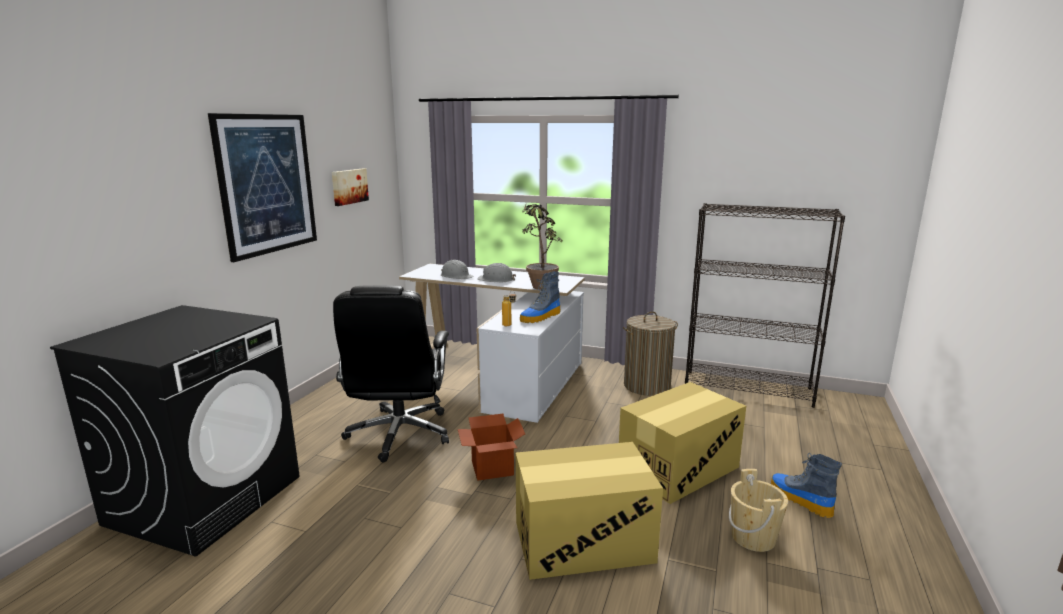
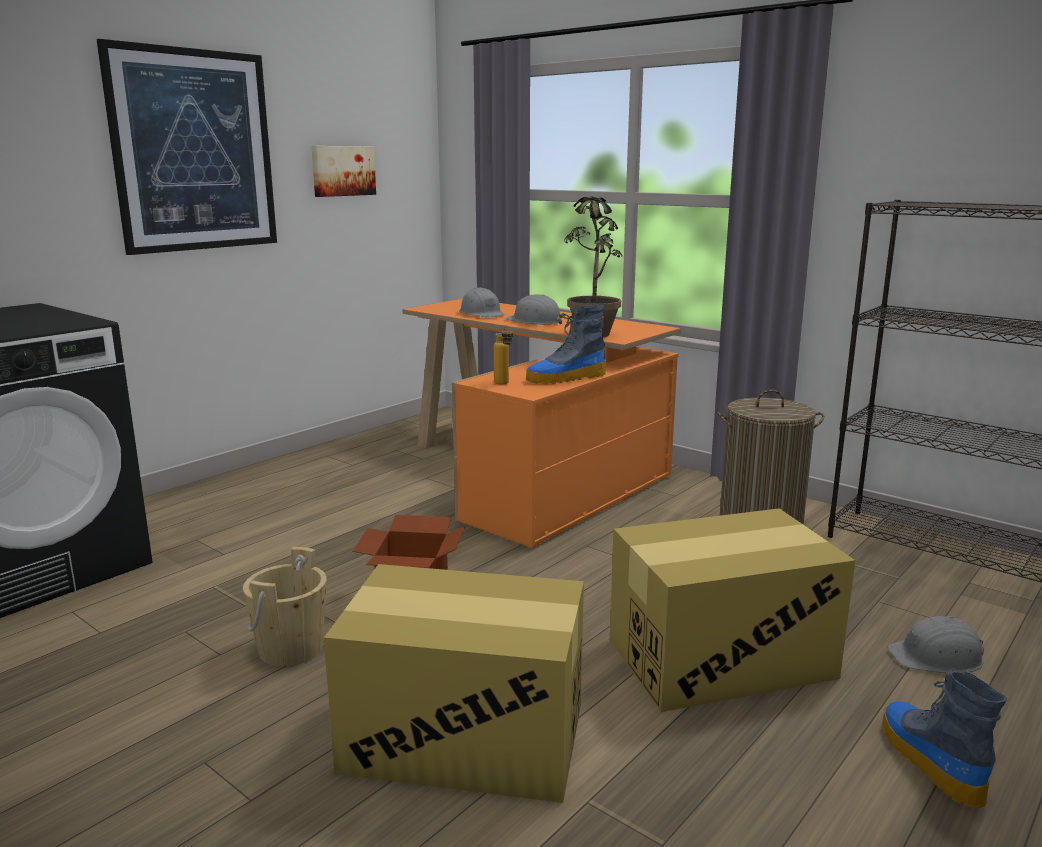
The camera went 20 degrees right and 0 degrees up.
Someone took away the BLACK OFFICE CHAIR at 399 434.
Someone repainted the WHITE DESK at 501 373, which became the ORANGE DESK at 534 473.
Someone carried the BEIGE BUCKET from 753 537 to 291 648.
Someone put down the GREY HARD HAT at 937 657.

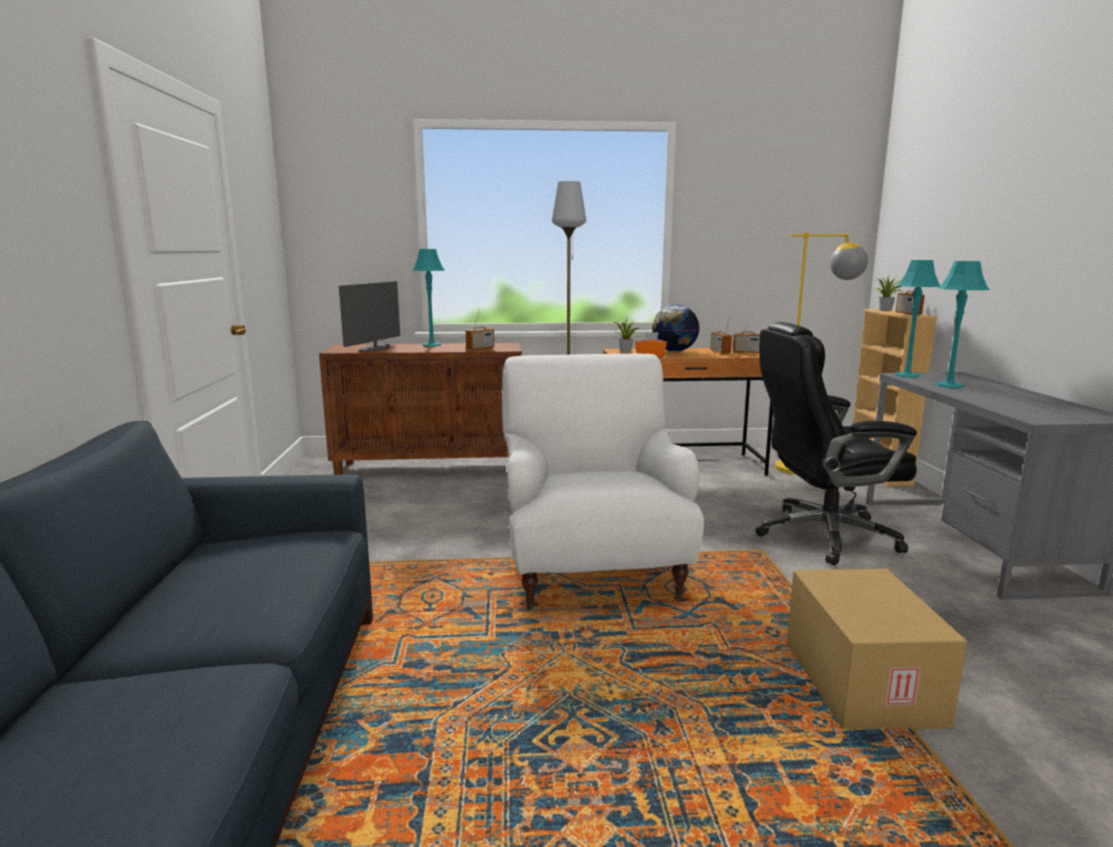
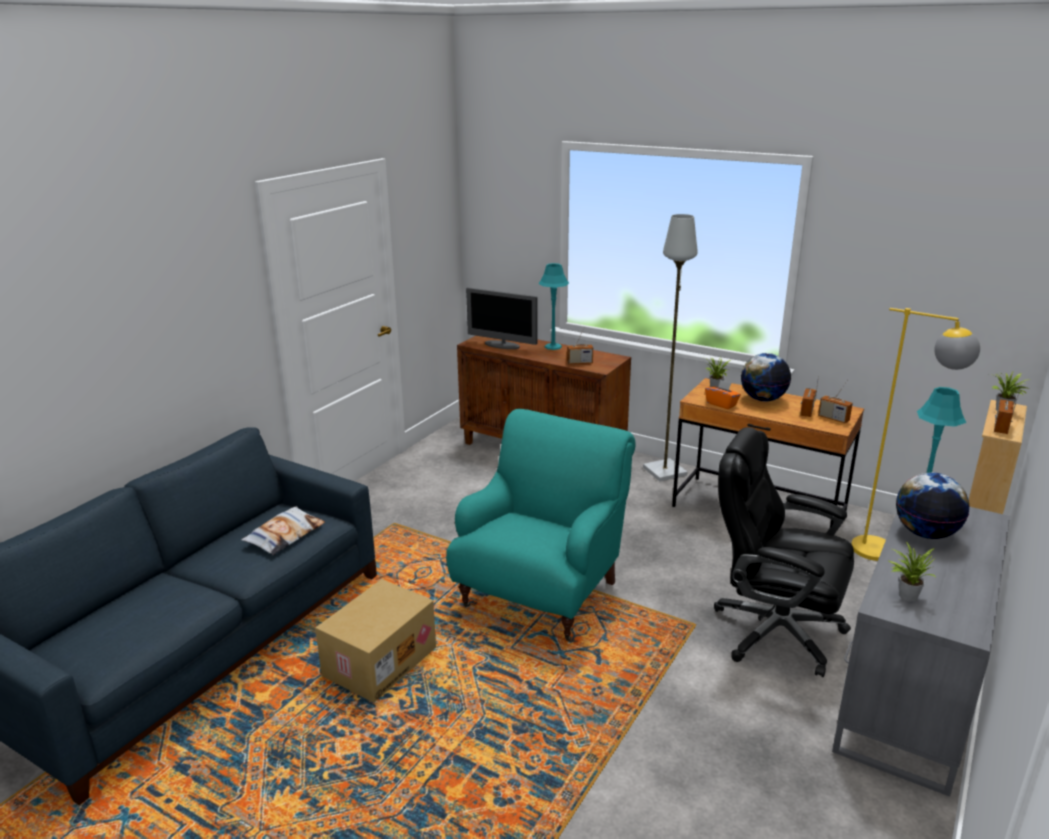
The camera went 35 degrees right and 10 degrees up.
Someone rotated the MONITOR at 374 349 by 120 degrees counterclockwise.
Someone repainted the WHITE ARMCHAIR at 592 572, which became the TURQUOISE ARMCHAIR at 542 593.
Someone carried the CARDBOARD BOX from 858 681 to 379 661.
Someone swapped the TURQUOISE TABLE LAMP at 948 385 for the GLOBE at 925 533.
Someone put down the PILLOW at 285 535.
Someone put down the POTTED PLANT at 906 595.

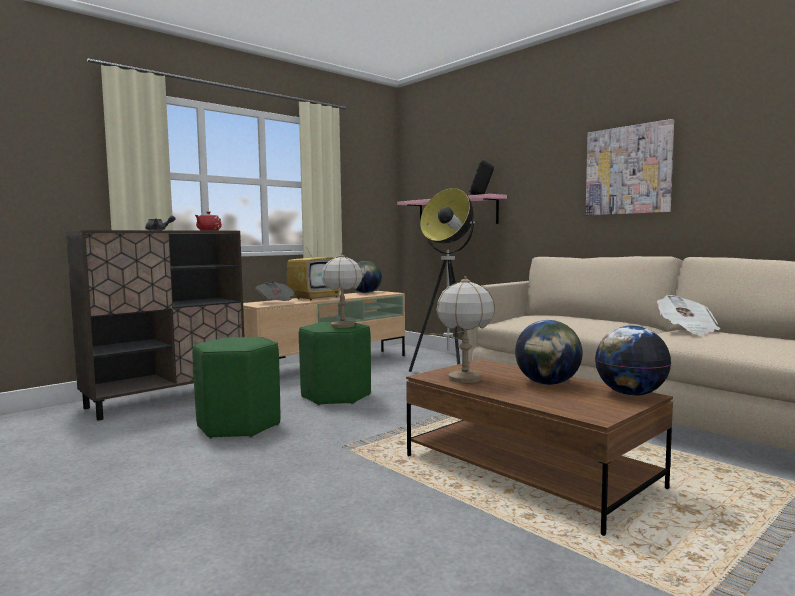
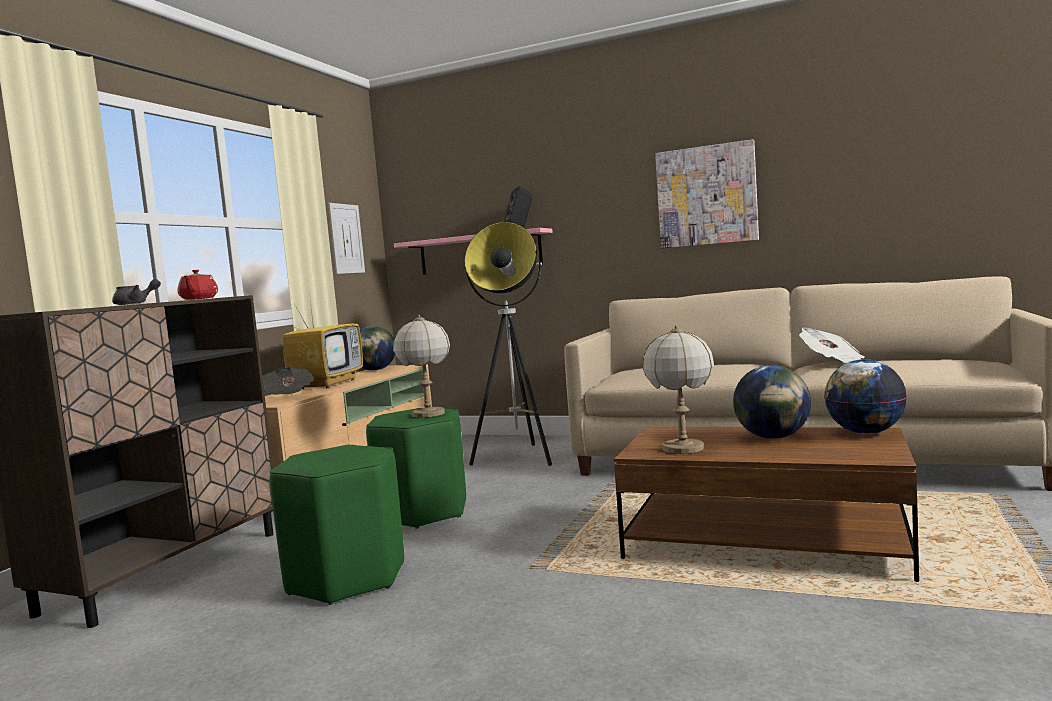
The camera went 25 degrees left and 0 degrees up.
Someone put up the PICTURE at 346 238.

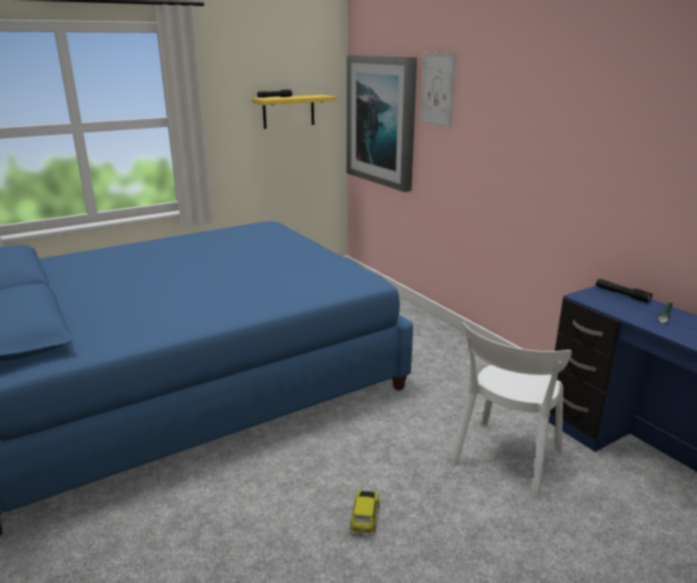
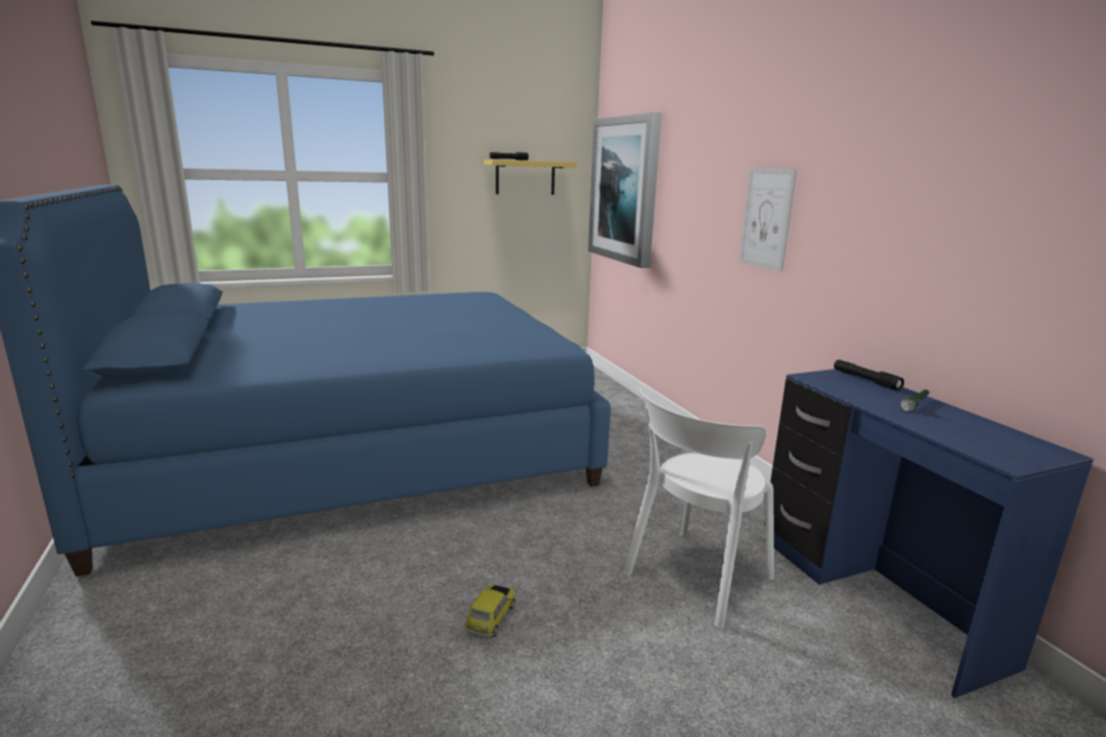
The camera went 10 degrees right and 5 degrees down.
Someone carried the PICTURE from 437 89 to 766 218.

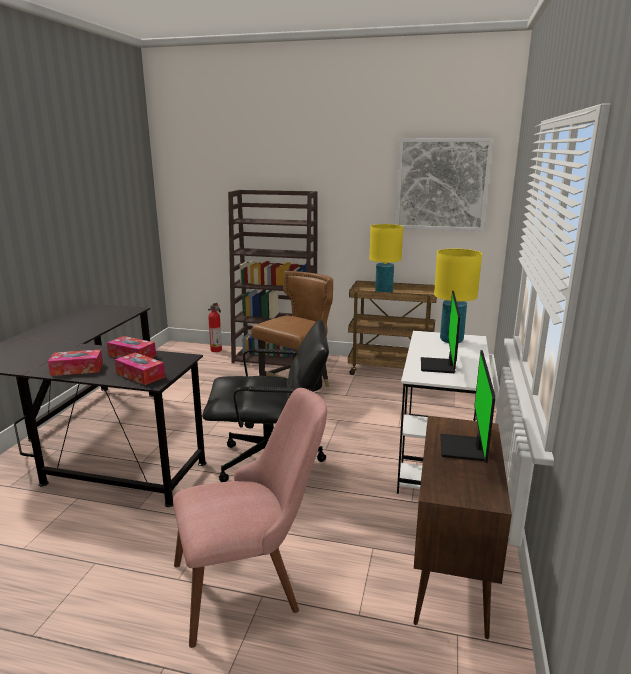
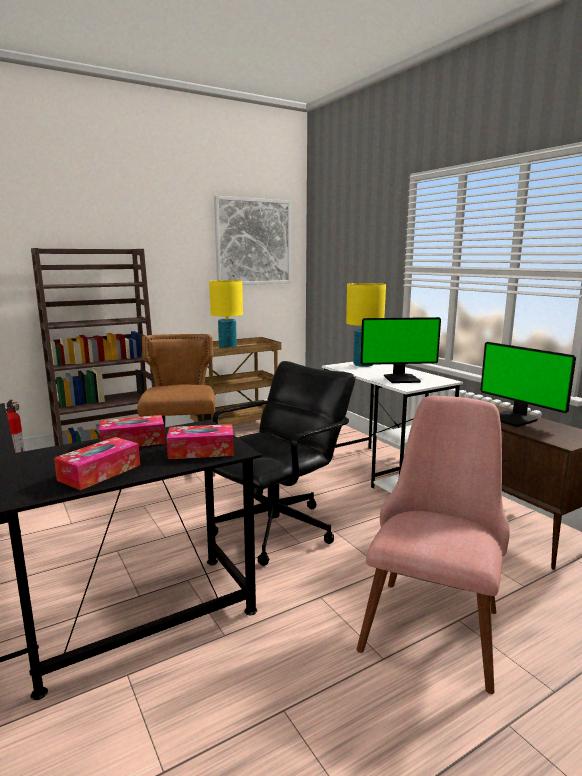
The camera went 45 degrees left and 5 degrees down.
Someone rotated the MONITOR at 439 366 by 60 degrees counterclockwise.

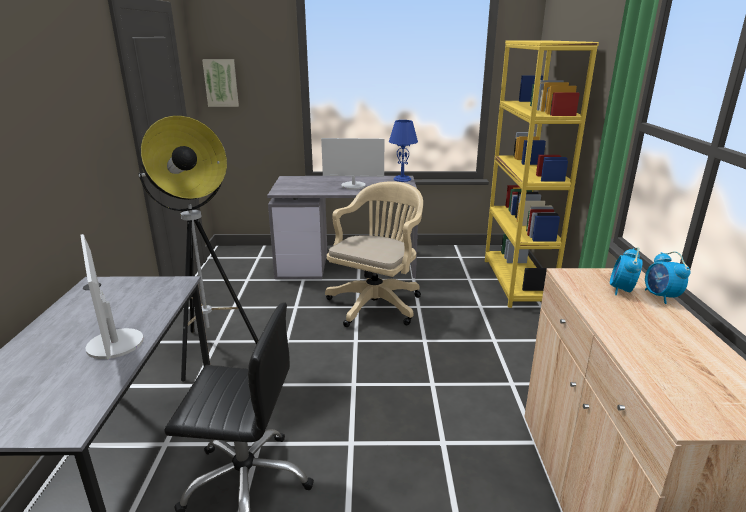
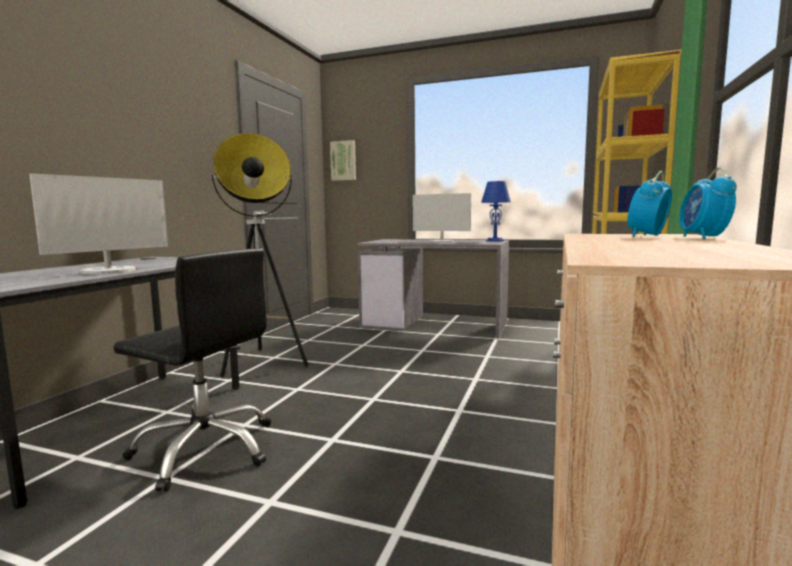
The camera went 20 degrees right and 15 degrees down.
Someone rotated the MONITOR at 114 344 by 135 degrees counterclockwise.
Someone took away the BEIGE OFFICE CHAIR at 377 303.

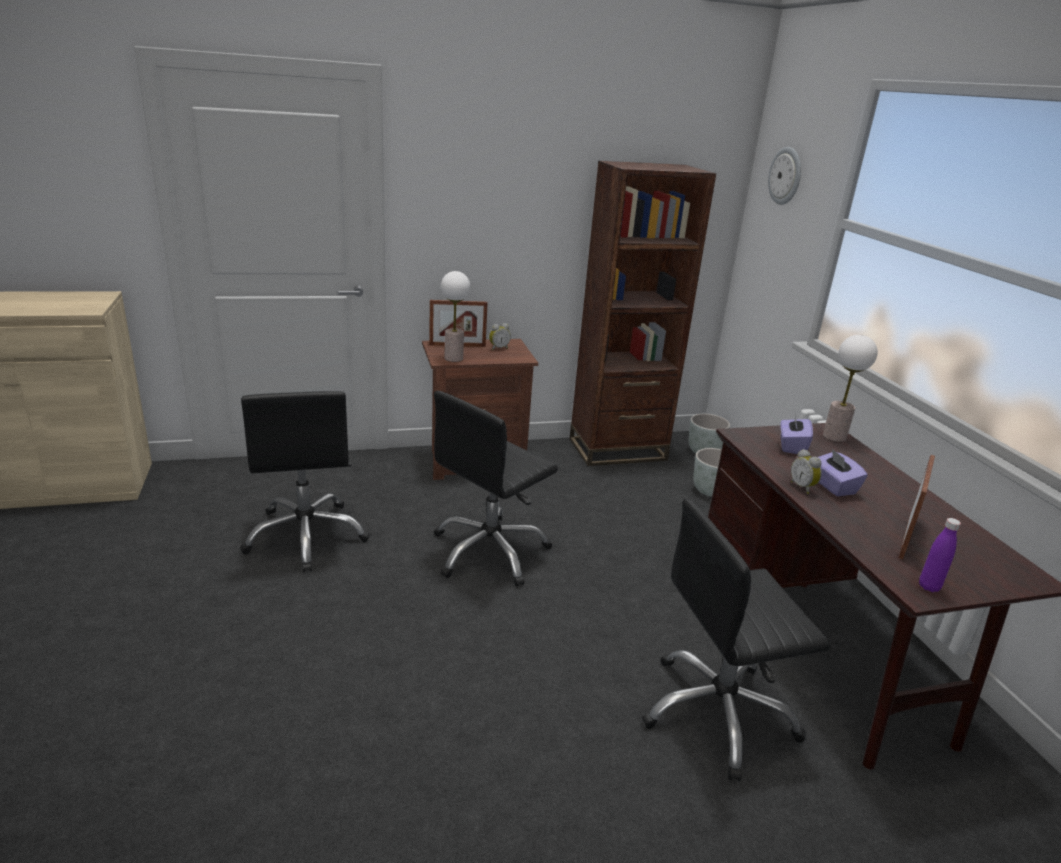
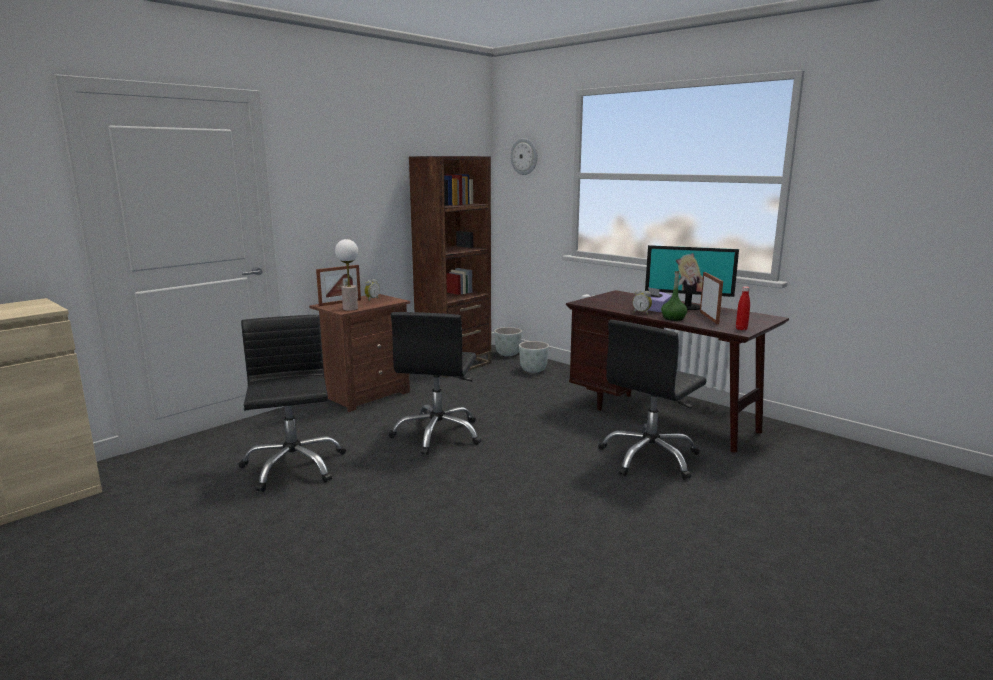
The camera went 30 degrees left and 10 degrees down.
Someone rotated the BLACK OFFICE CHAIR at 307 536 by 150 degrees counterclockwise.
Someone took away the PURPLE TISSUE BOX at 791 446.
Someone took away the TABLE LAMP at 834 437.
Someone repainted the PURPLE BOTTLE at 929 587, which became the RED BOTTLE at 741 329.
Someone put down the MONITOR at 687 307.
Someone put down the GREEN BOTTLE at 673 318.

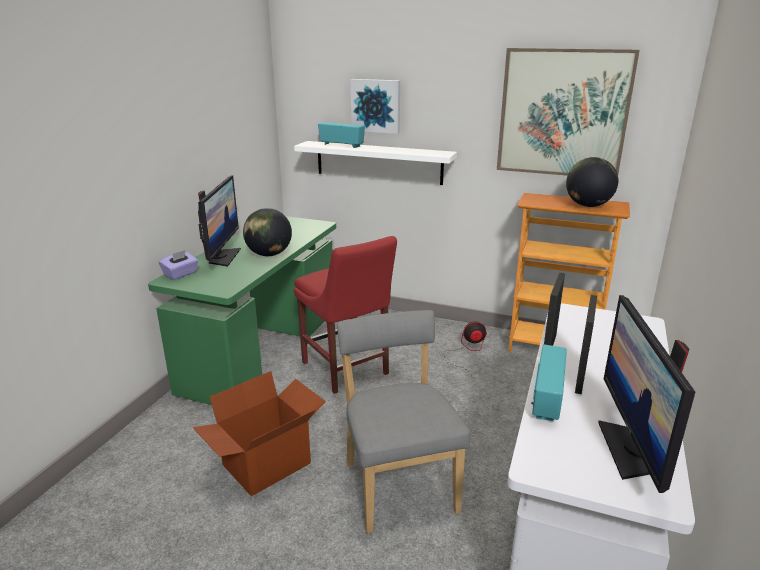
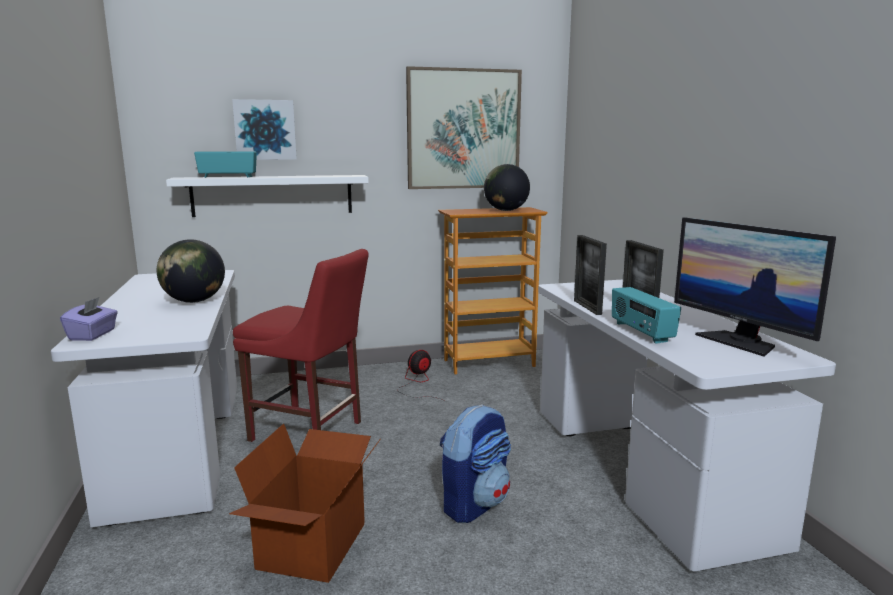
The camera went 35 degrees left and 10 degrees down.
Someone repainted the GREEN DESK at 263 349, which became the WHITE DESK at 179 443.
Someone took away the MONITOR at 222 257.
Someone swapped the GREY CHAIR at 398 483 for the BACKPACK at 474 503.

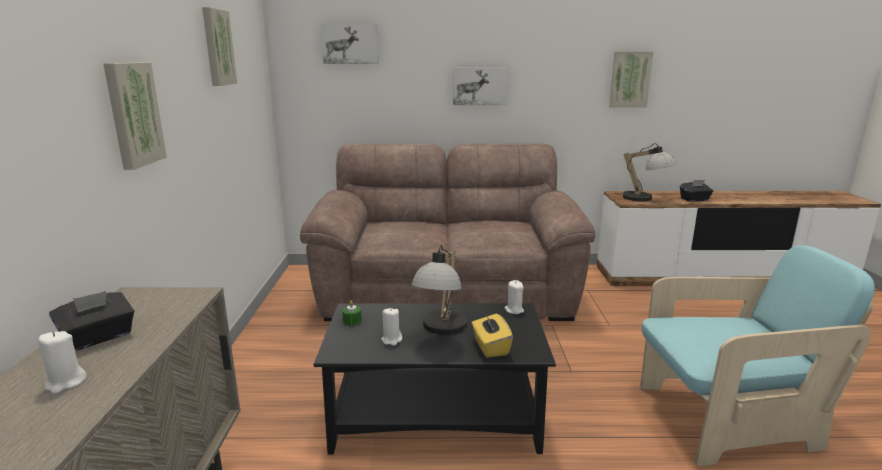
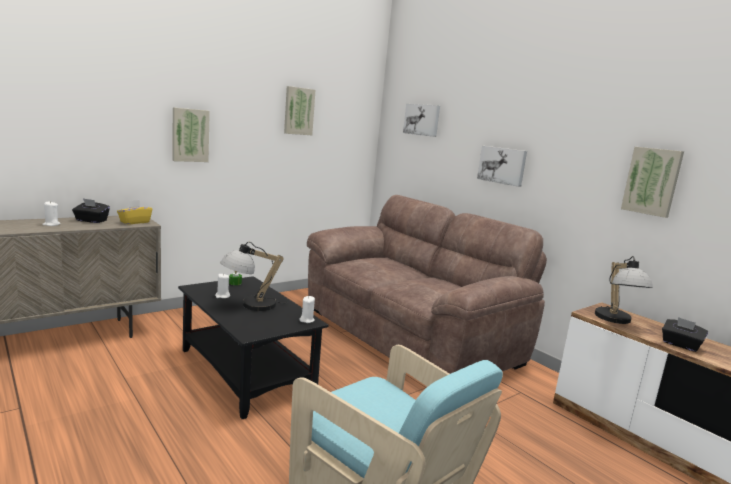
The camera went 50 degrees right and 5 degrees down.
Someone carried the YELLOW TISSUE BOX from 490 347 to 134 222.

